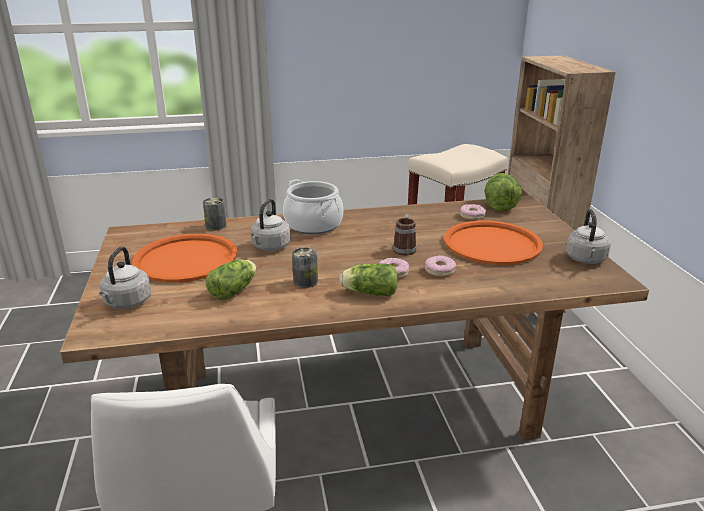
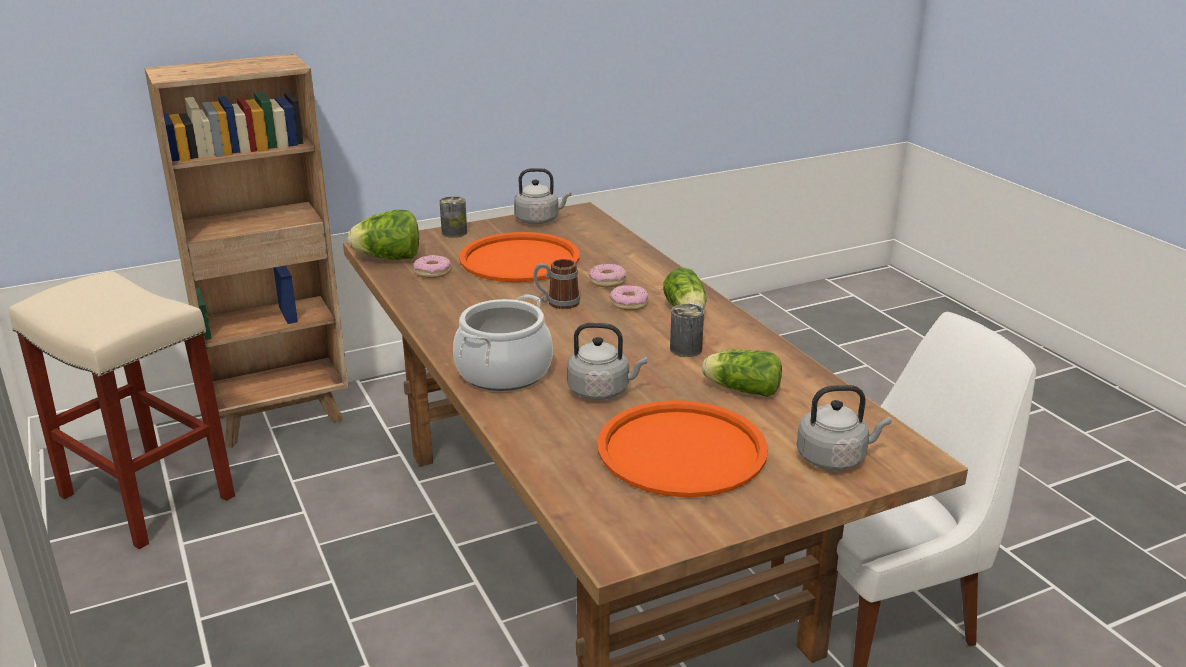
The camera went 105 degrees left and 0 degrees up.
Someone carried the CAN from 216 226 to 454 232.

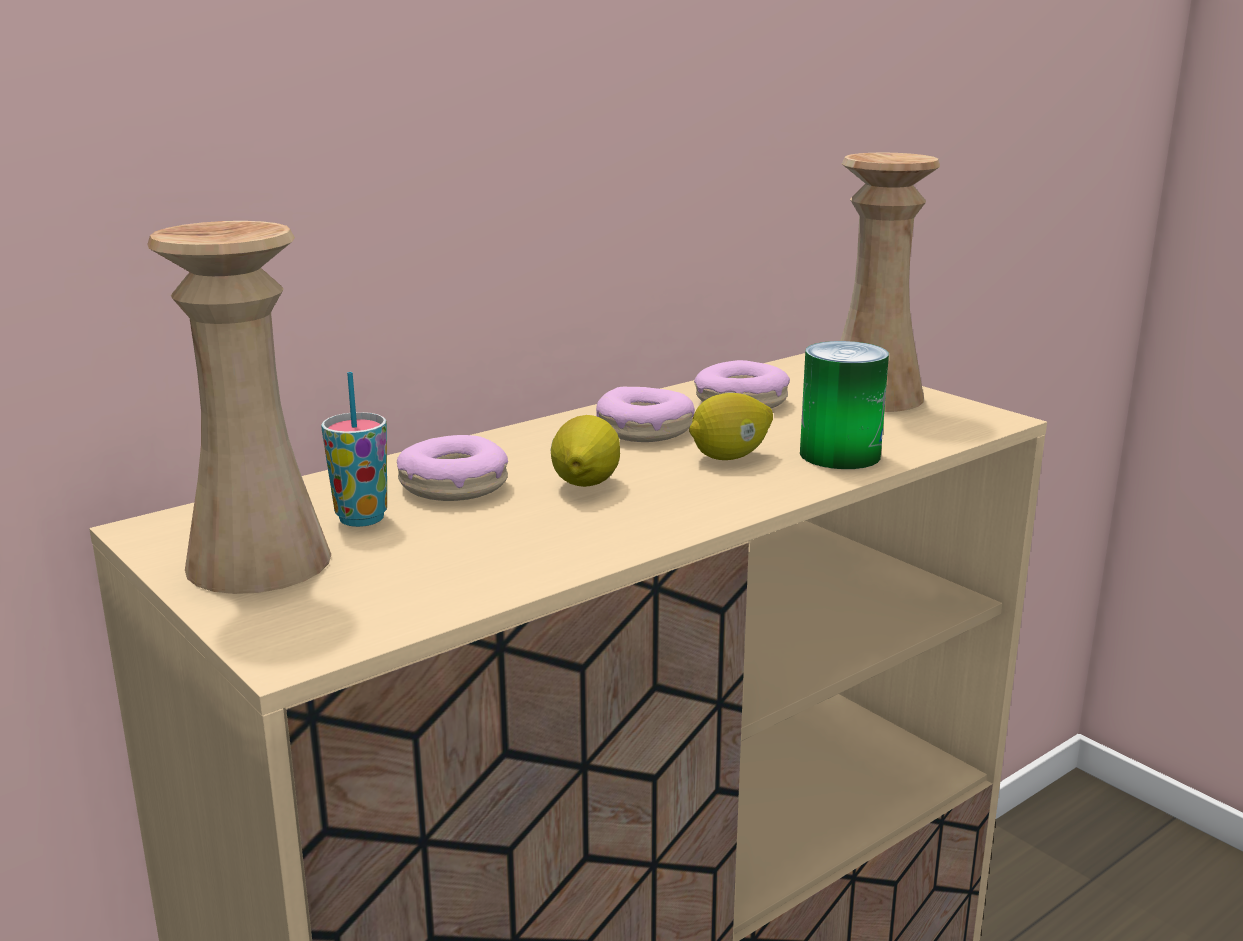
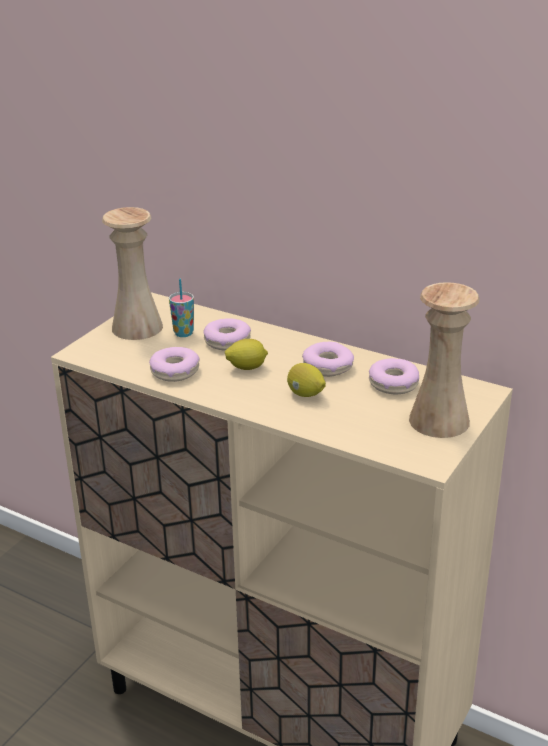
The camera went 70 degrees right and 10 degrees up.
Someone took away the CAN at 840 455.
Someone put down the DONUT at 175 371.

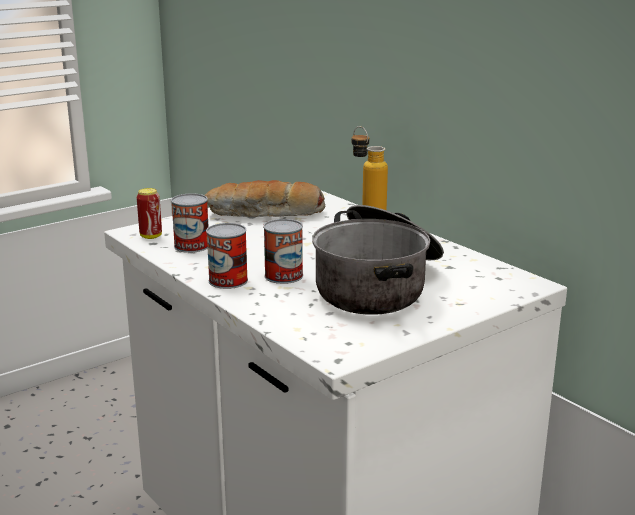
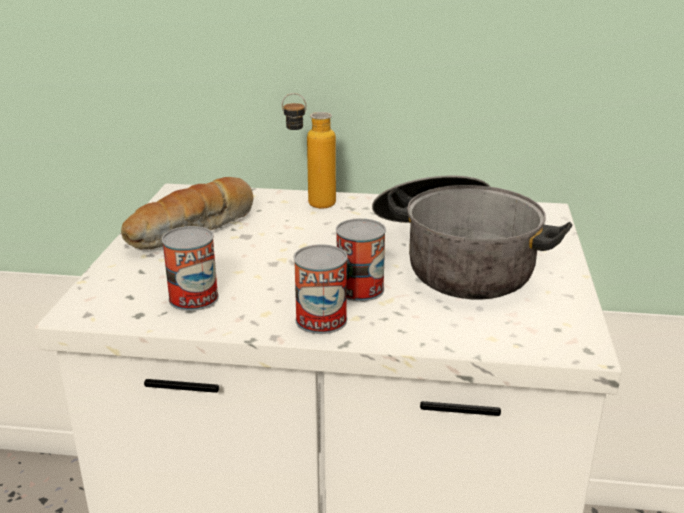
The camera went 45 degrees left and 5 degrees up.
Someone took away the CAN at 151 236.

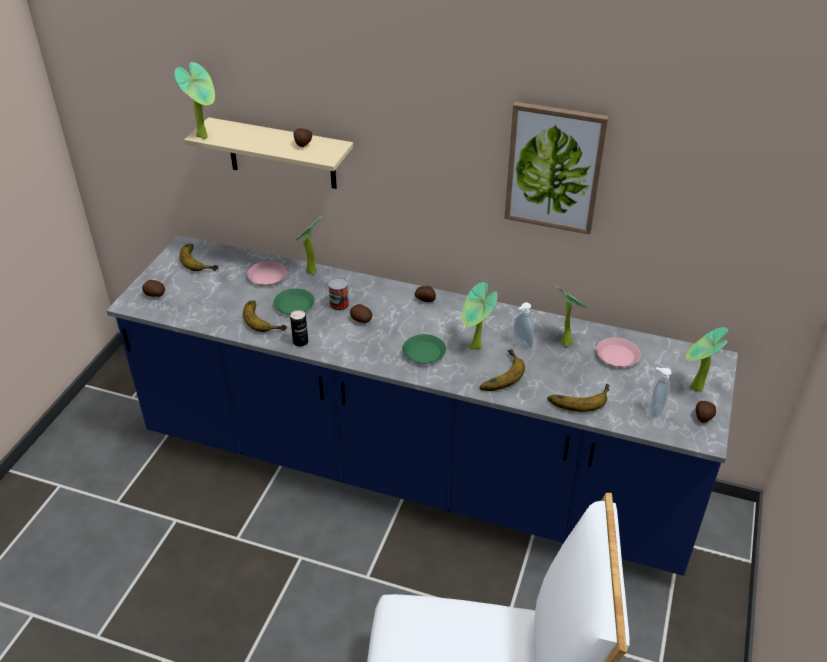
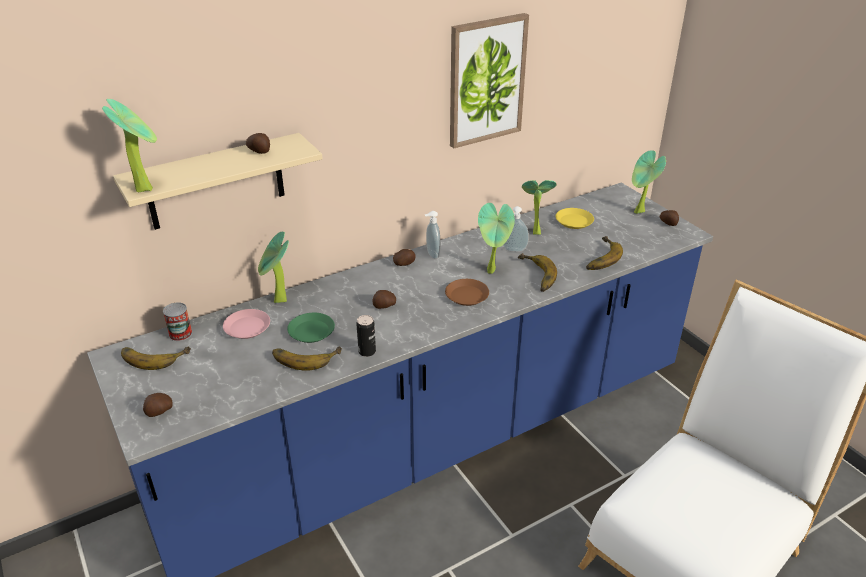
The camera went 50 degrees left and 5 degrees down.
Someone carried the CAN from 339 304 to 180 334.
Someone repainted the GREEN PLATE at 424 352, which became the BROWN PLATE at 466 295.
Someone repainted the PINK PLATE at 617 356, which became the YELLOW PLATE at 573 221.
Someone carried the SOAP DISPENSER from 655 410 to 431 255.

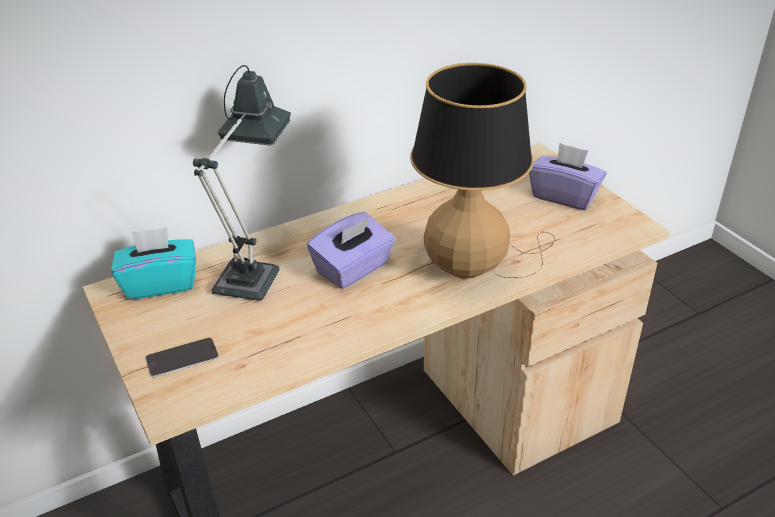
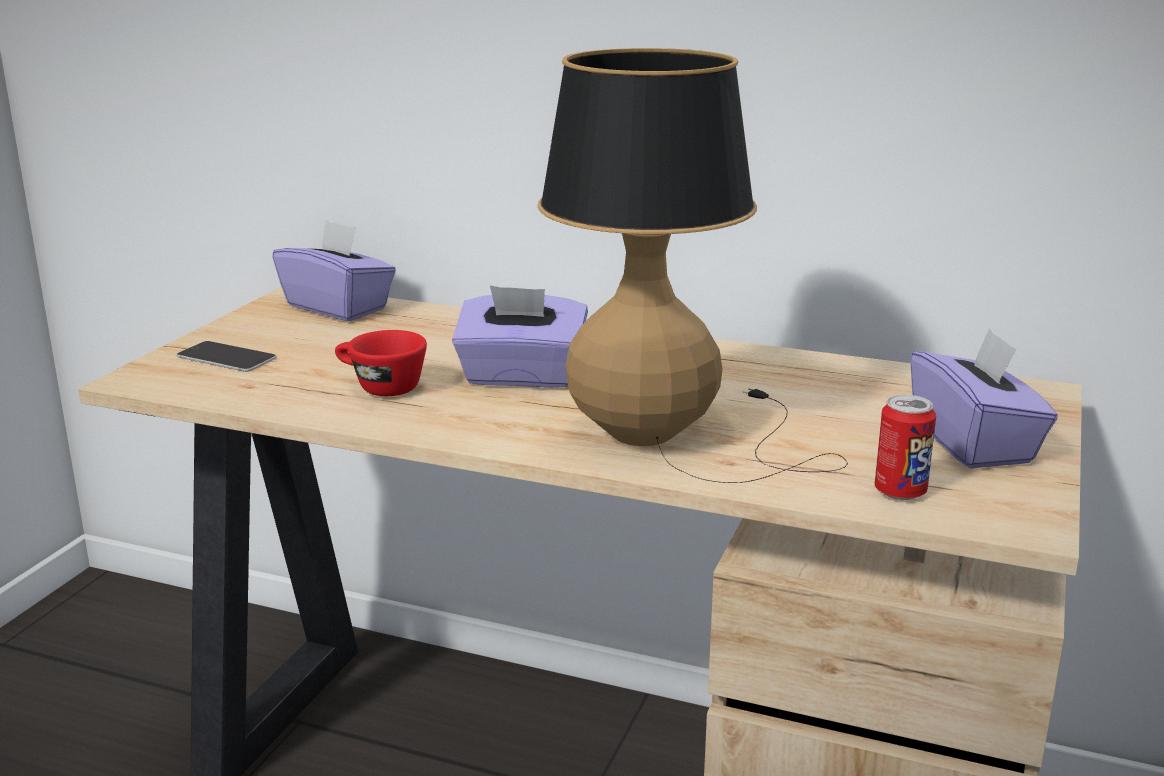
The camera went 50 degrees right and 15 degrees down.
Someone repainted the TURQUOISE TISSUE BOX at 160 283, which became the PURPLE TISSUE BOX at 338 307.
Someone took away the TABLE LAMP at 252 273.
Someone put down the RED CUP at 379 387.
Someone put down the CAN at 900 492.

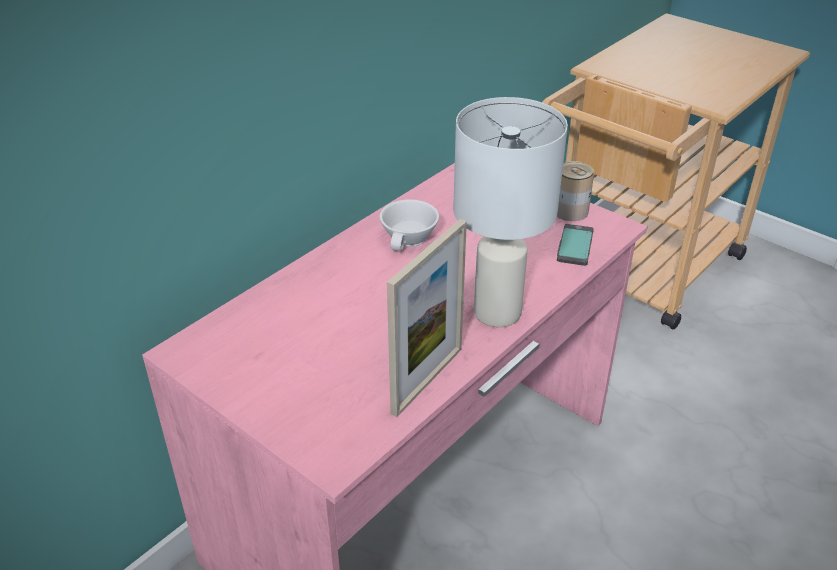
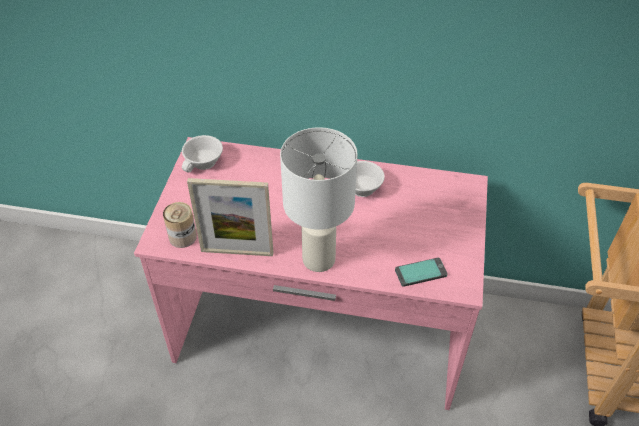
The camera went 60 degrees right and 10 degrees up.
Someone carried the CAN from 570 211 to 182 237.
Someone put down the WHITE CUP at 204 163.

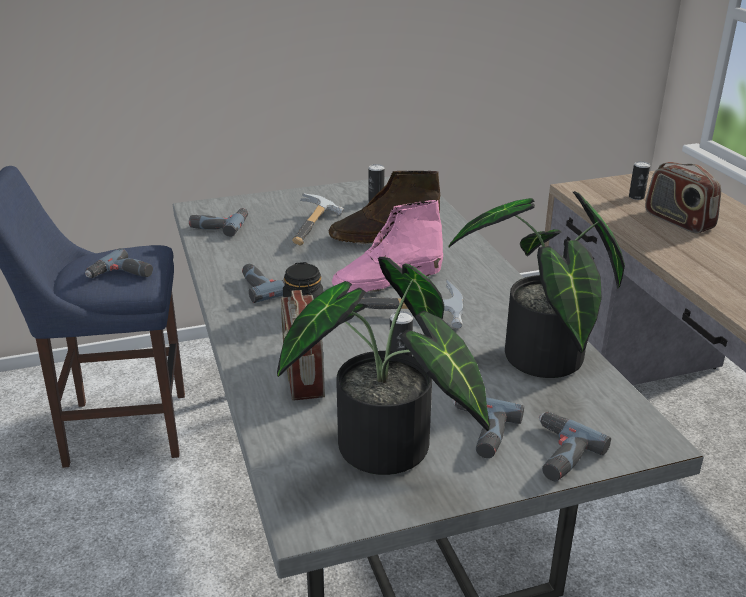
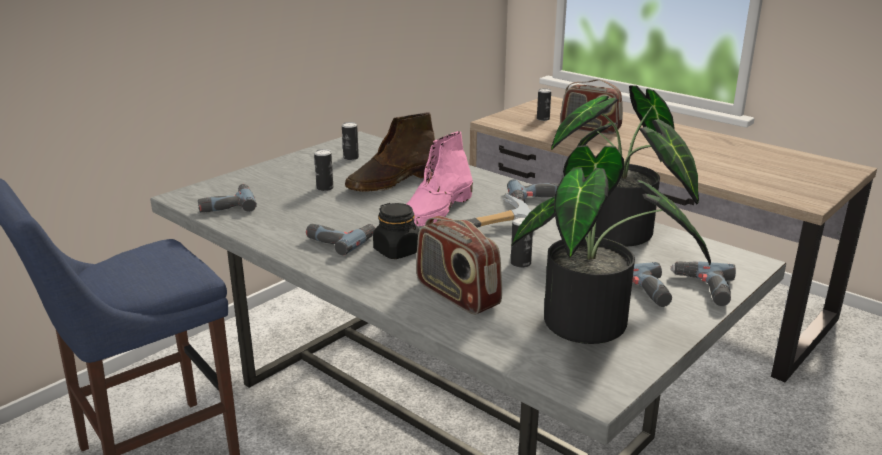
The camera went 30 degrees left and 5 degrees down.
Someone carried the POWER DRILL from 121 275 to 535 200.
Someone swapped the HAMMER at 317 228 for the CAN at 325 188.

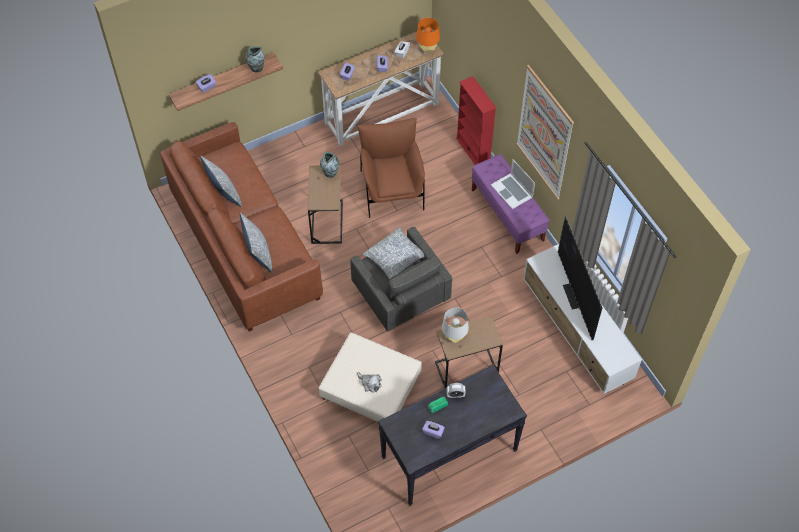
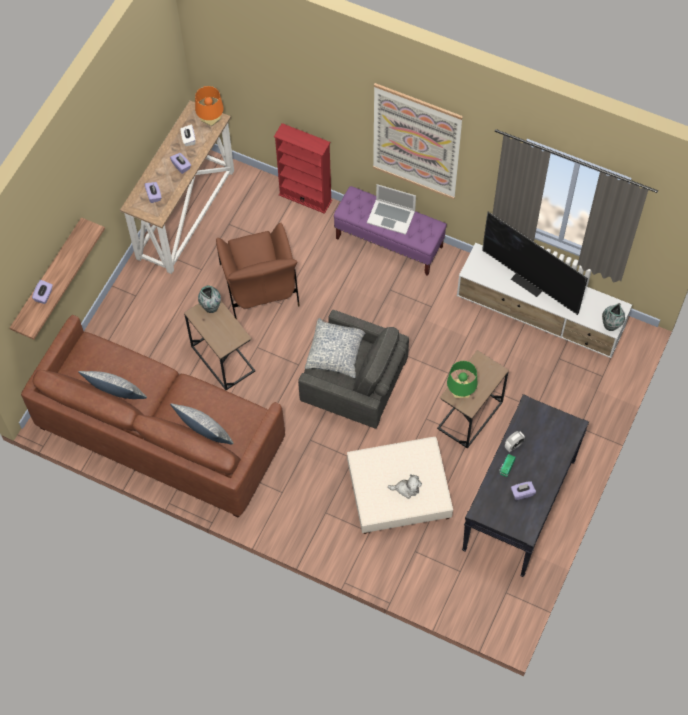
The camera went 35 degrees left and 5 degrees up.
Someone carried the VASE from 256 68 to 610 325.
Someone rotated the BROWN ARMCHAIR at 392 189 by 150 degrees counterclockwise.
Someone repainted the GREY TABLE LAMP at 454 337, which became the GREEN TABLE LAMP at 460 392.

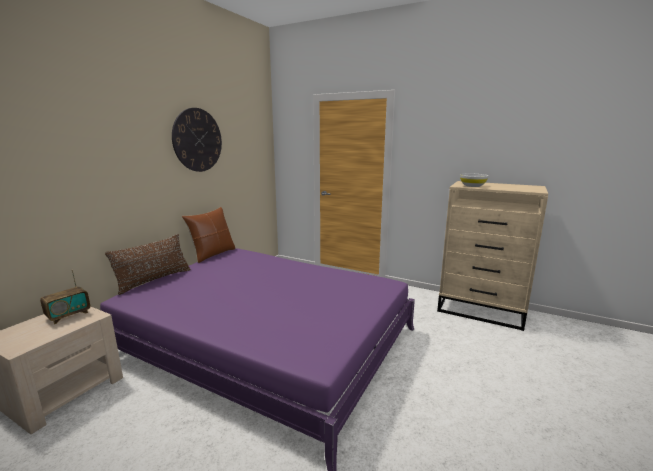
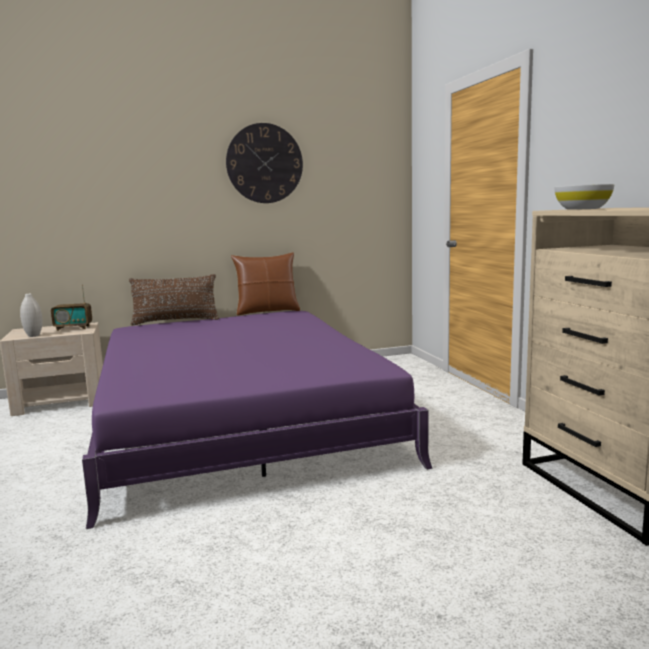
The camera went 45 degrees right and 5 degrees down.
Someone put down the WHITE VASE at 33 336.

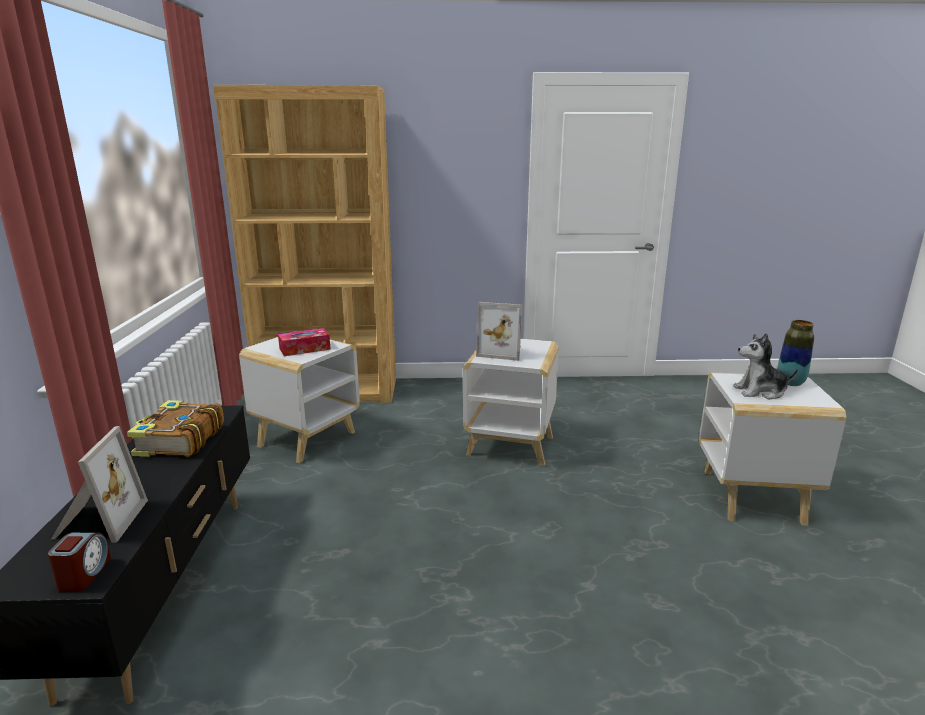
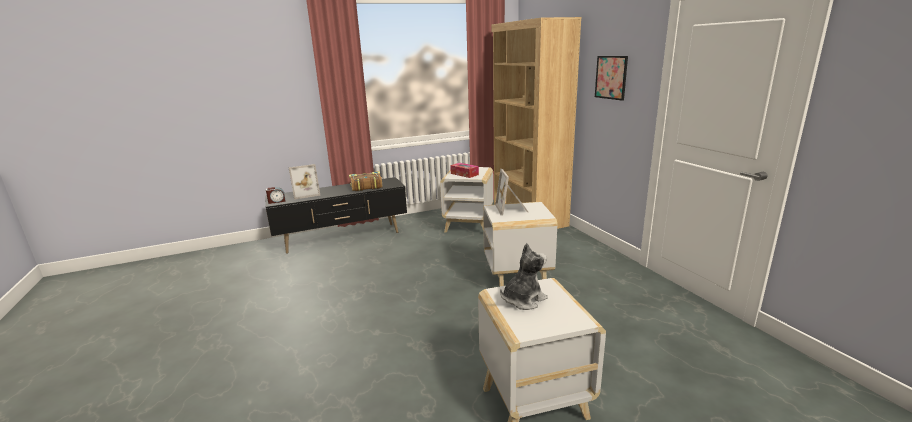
The camera went 70 degrees right and 0 degrees up.
Someone rotated the PLUSH TOY at 760 392 by 75 degrees clockwise.
Someone took away the VASE at 790 383.
Someone put up the PICTURE at 611 77.

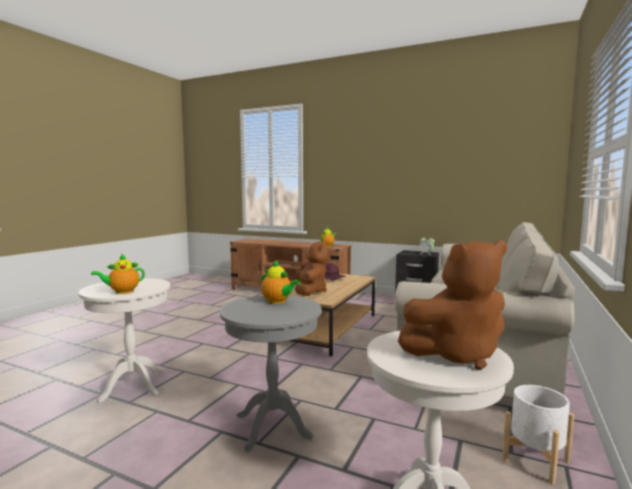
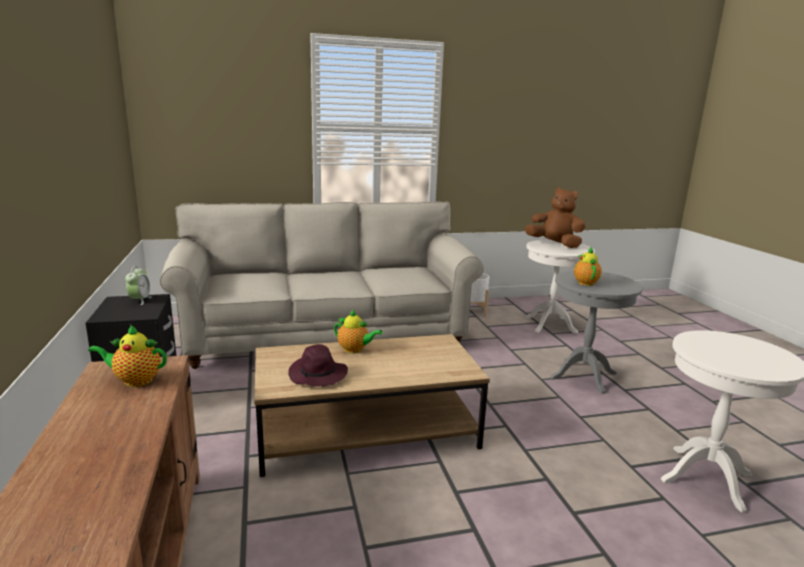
The camera went 130 degrees left and 10 degrees up.
Someone carried the TEAPOT from 122 292 to 355 350.
Someone took away the BROWN PLUSH TOY at 310 292.

